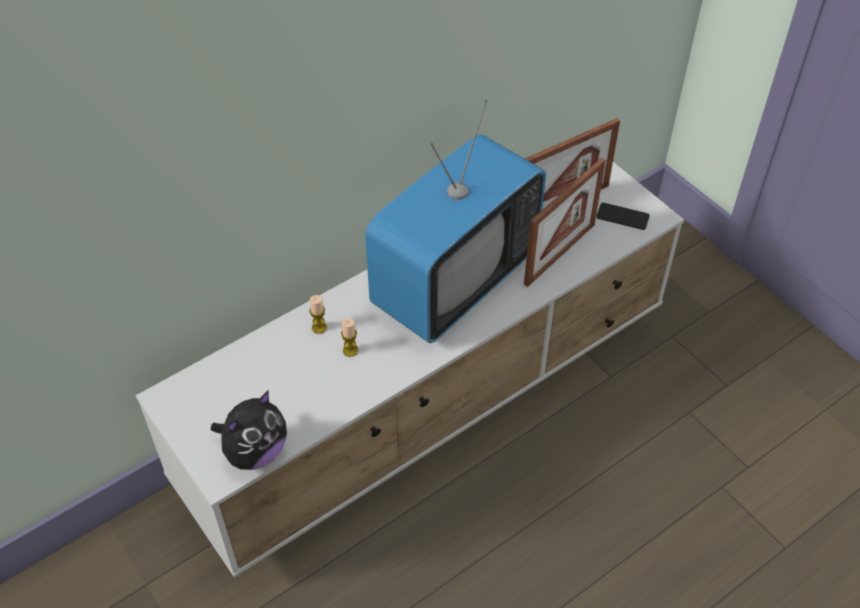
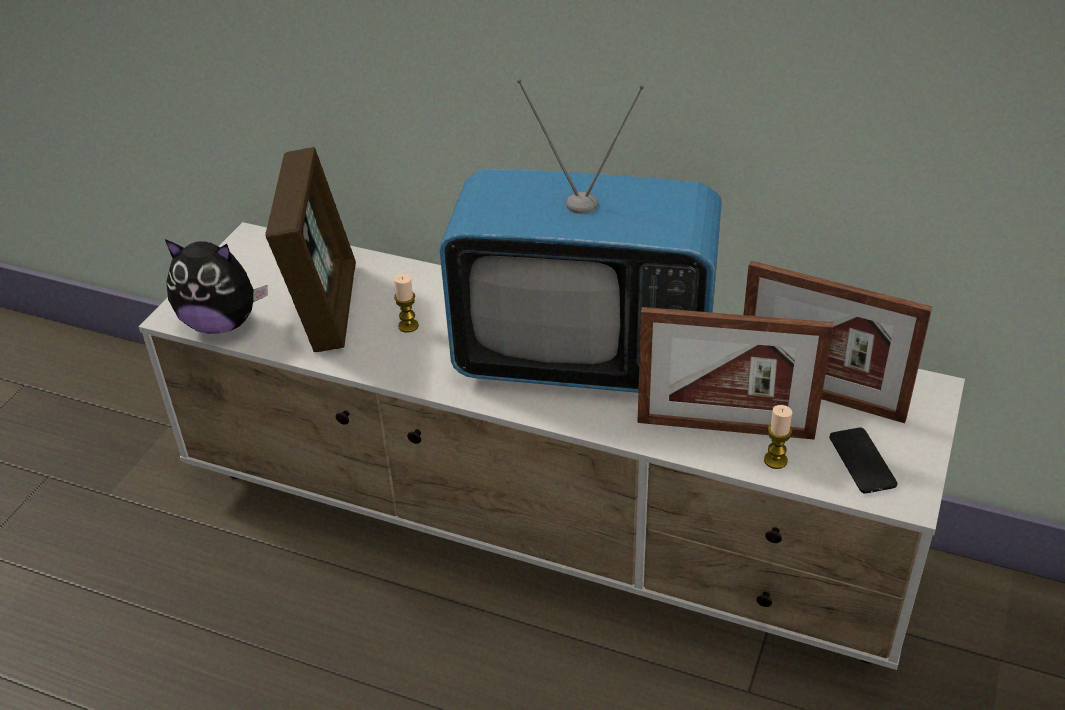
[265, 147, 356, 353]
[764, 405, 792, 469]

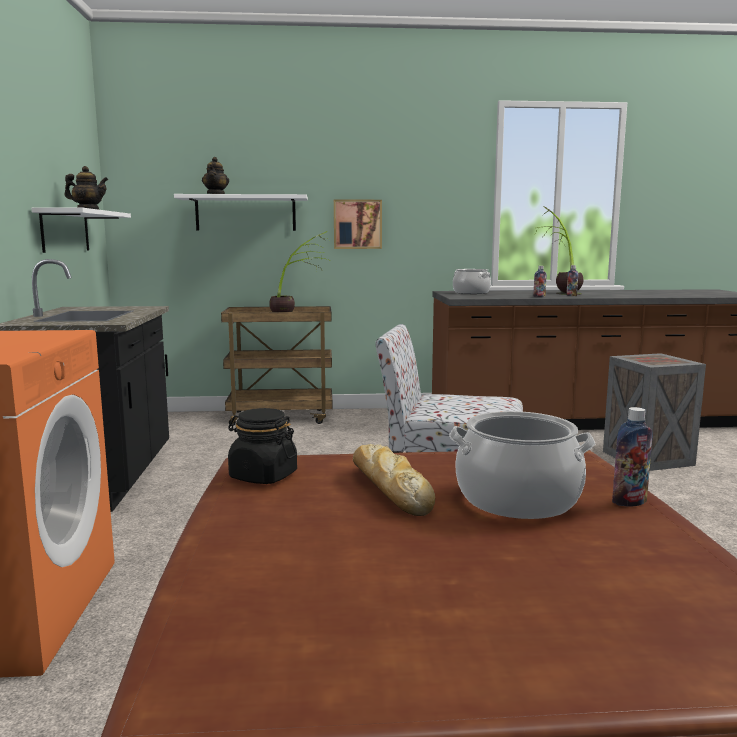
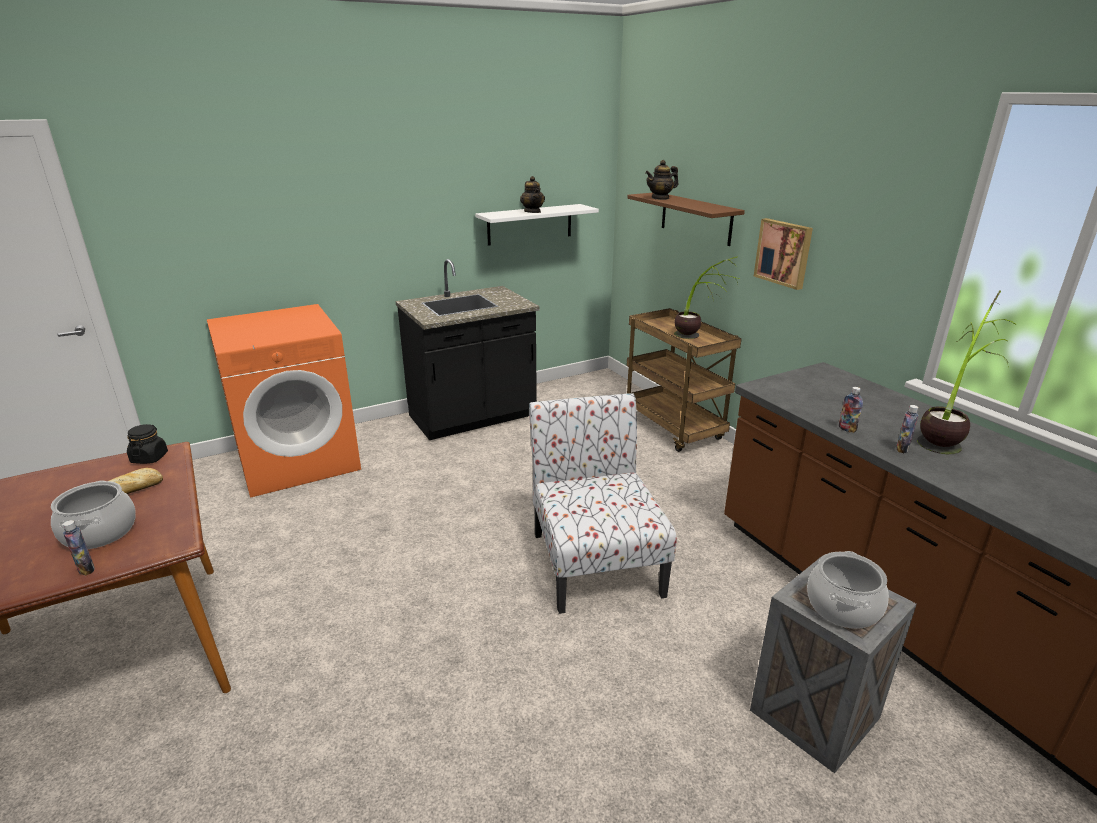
[627, 193, 745, 246]
[807, 551, 889, 629]

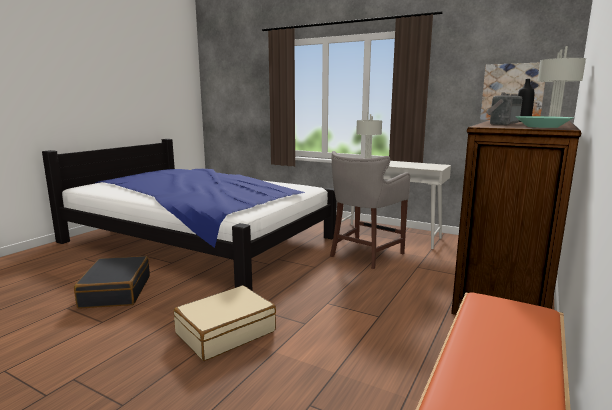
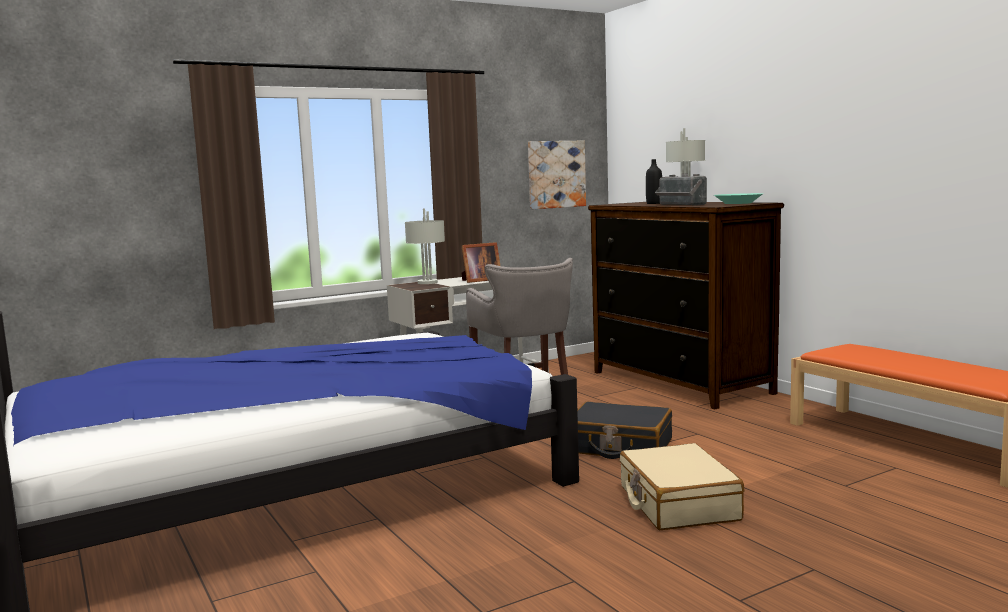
[462, 242, 500, 283]
[577, 401, 672, 459]

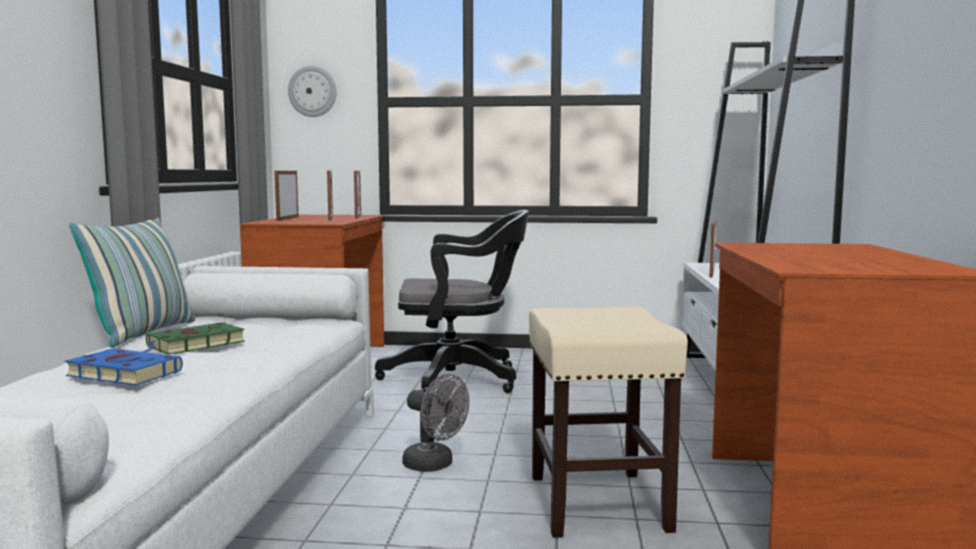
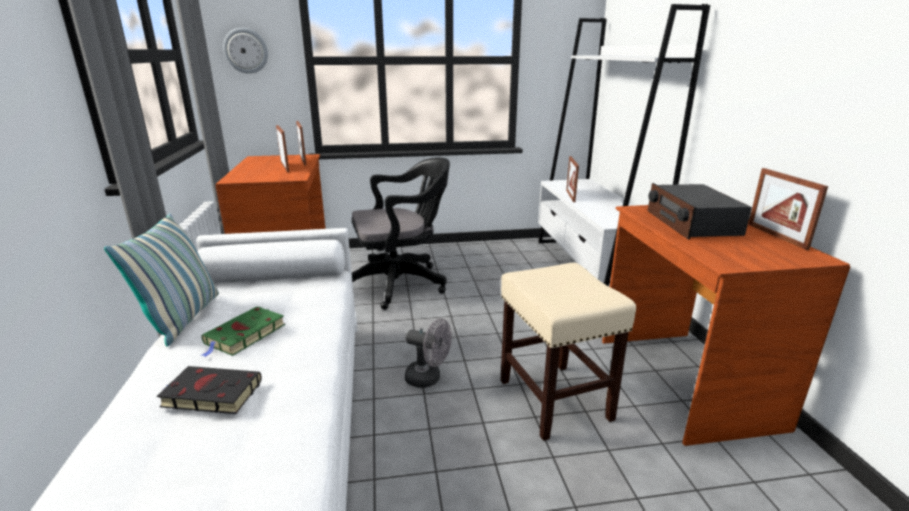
[157, 366, 261, 414]
[648, 183, 752, 240]
[748, 168, 828, 250]

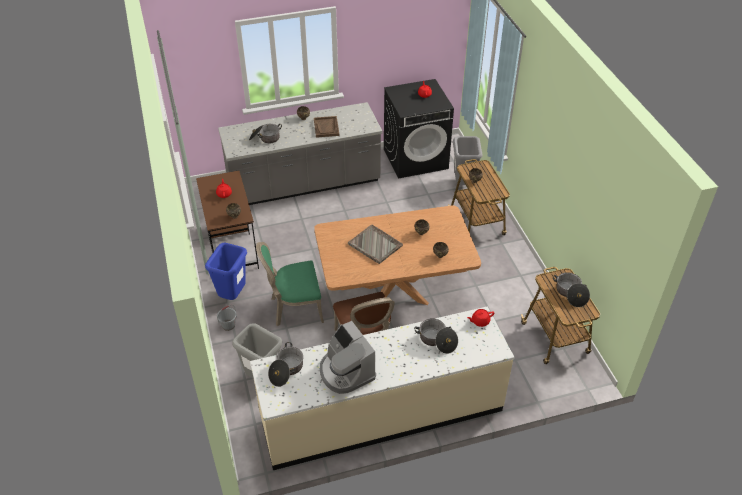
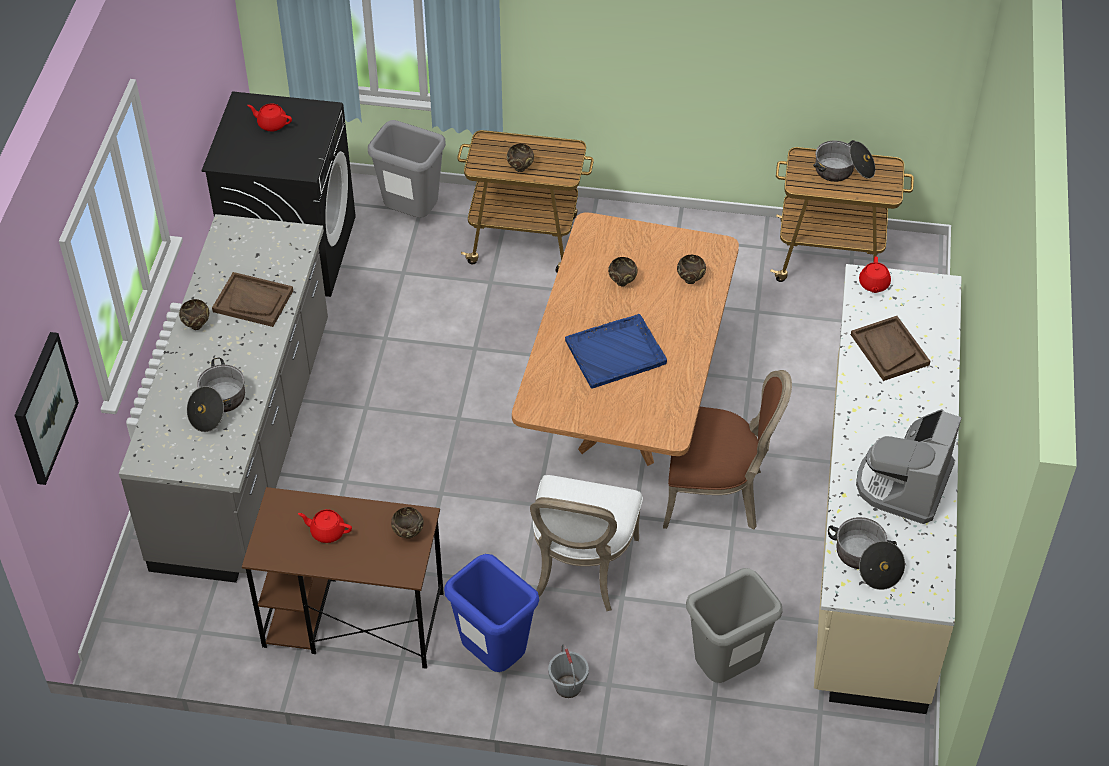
[14, 332, 79, 485]
[530, 475, 643, 611]
[565, 314, 667, 389]
[851, 316, 930, 381]
[856, 409, 962, 524]

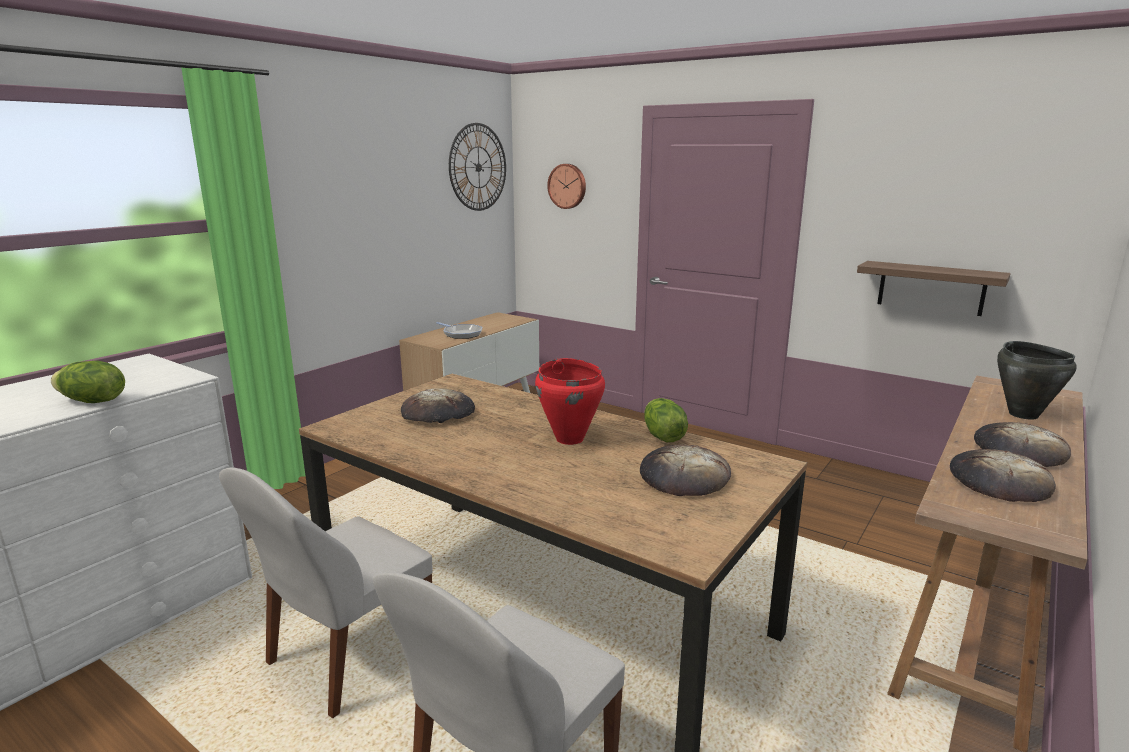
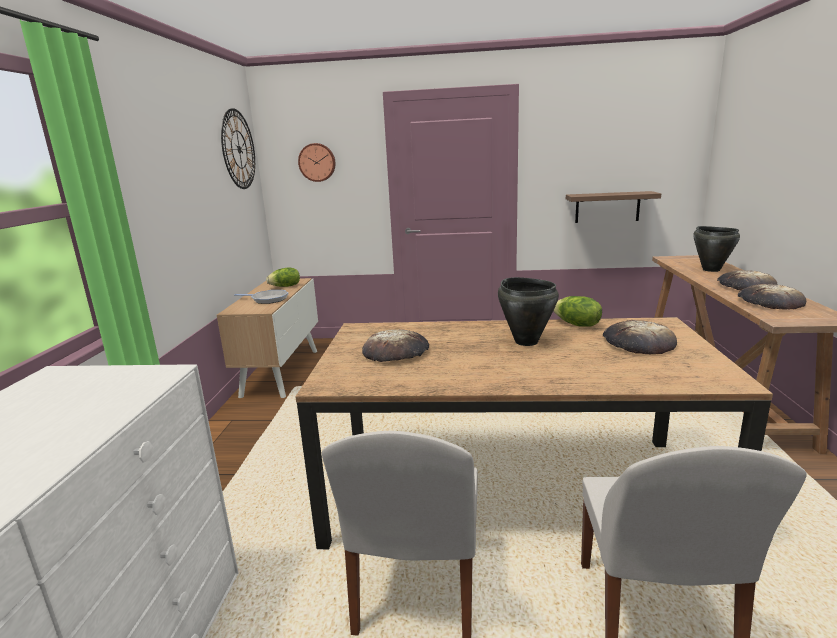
[266, 268, 300, 287]
[498, 277, 559, 346]

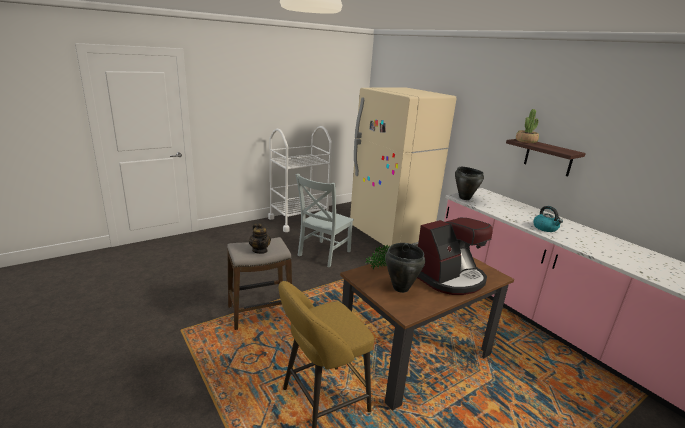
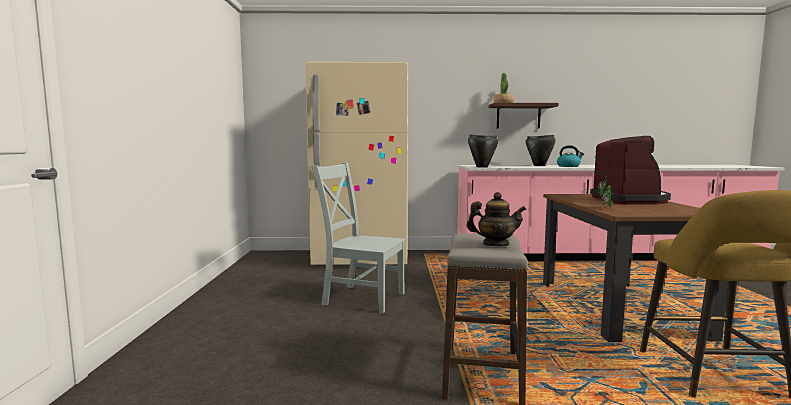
[311, 163, 405, 314]
[526, 135, 556, 166]
[268, 126, 332, 232] (first image)

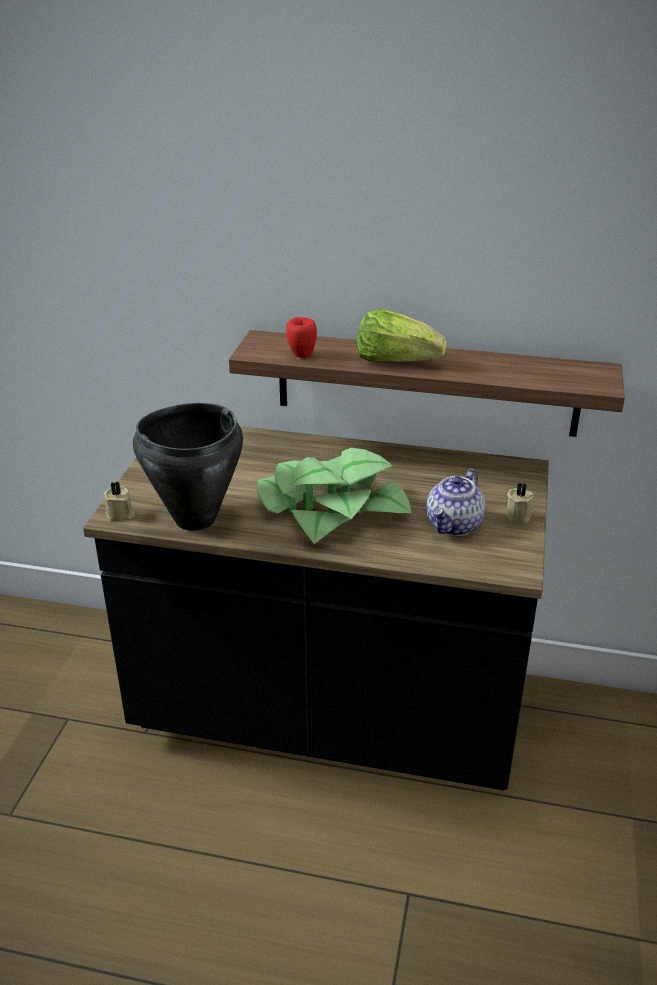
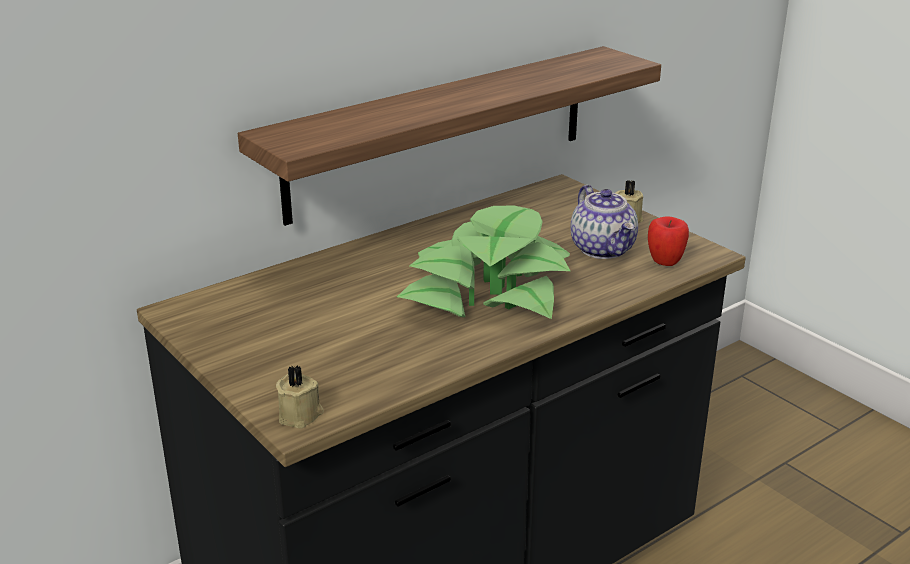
[648, 216, 689, 266]
[133, 403, 243, 531] (first image)
[357, 308, 447, 362] (first image)

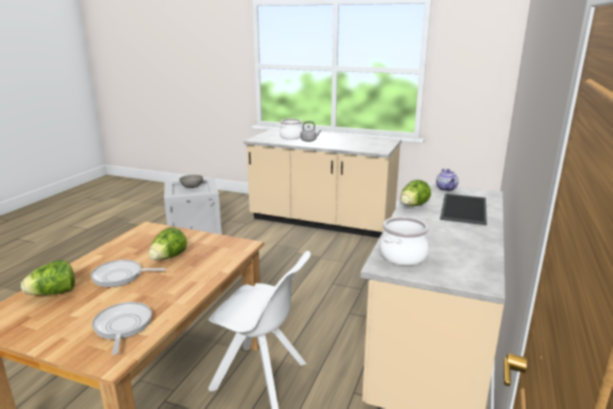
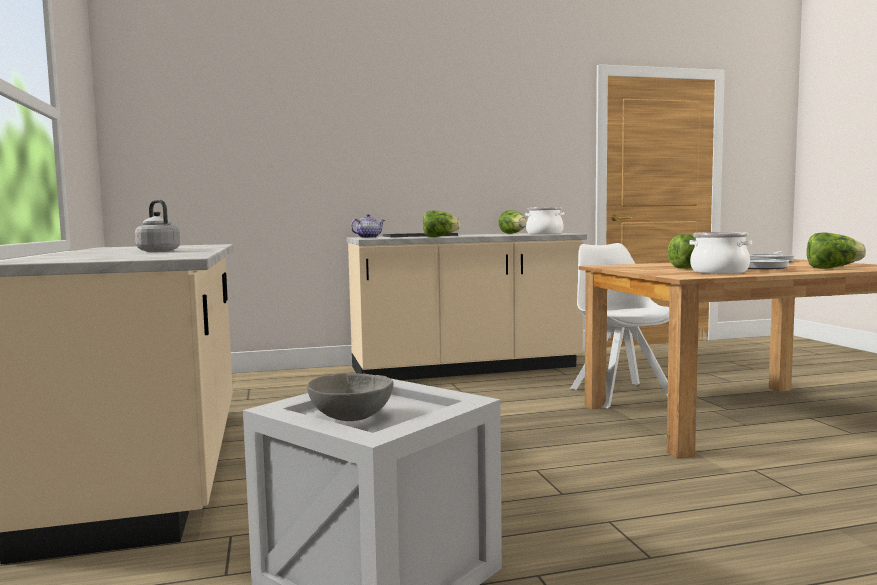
[498, 210, 527, 234]
[689, 232, 752, 274]

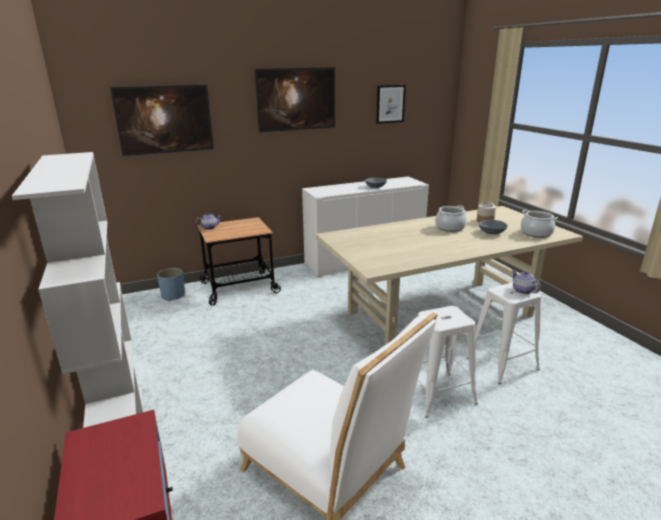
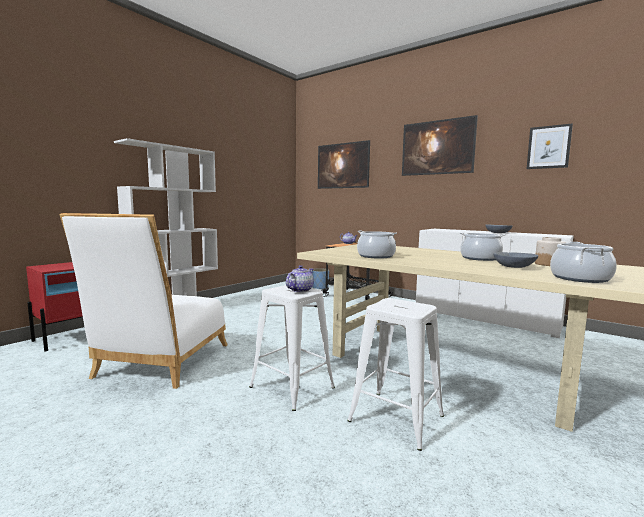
[286, 265, 314, 293]
[357, 230, 397, 259]

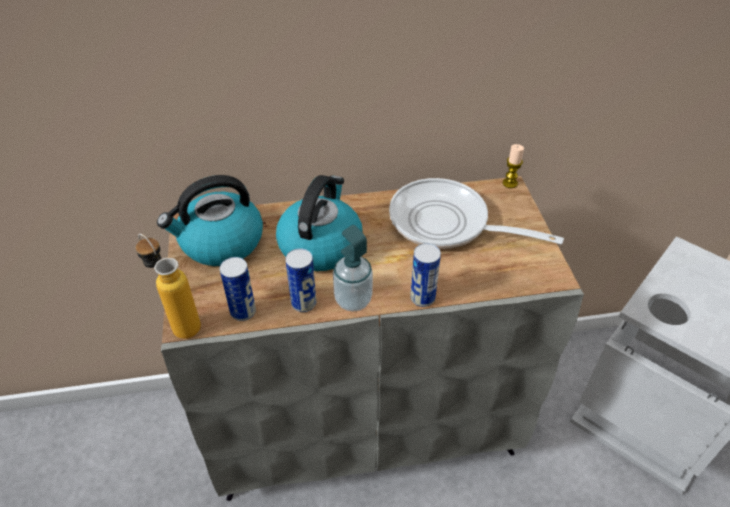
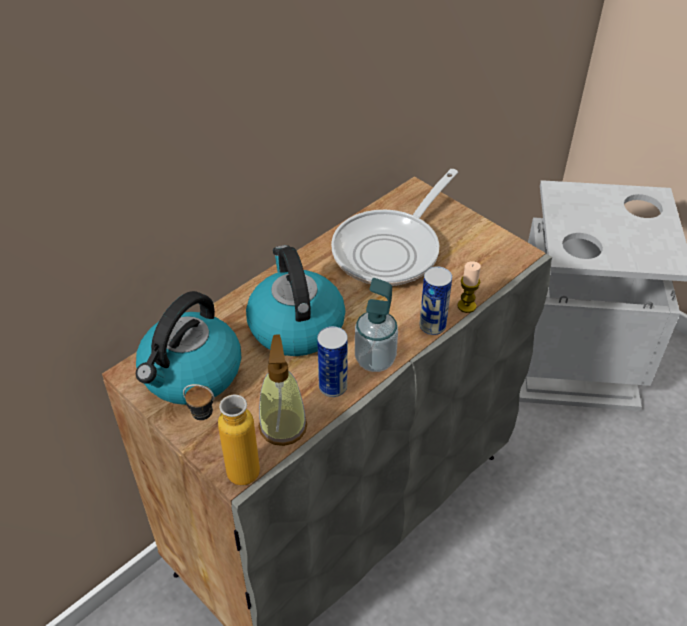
[259, 334, 307, 446]
[331, 169, 458, 286]
[457, 261, 481, 313]

